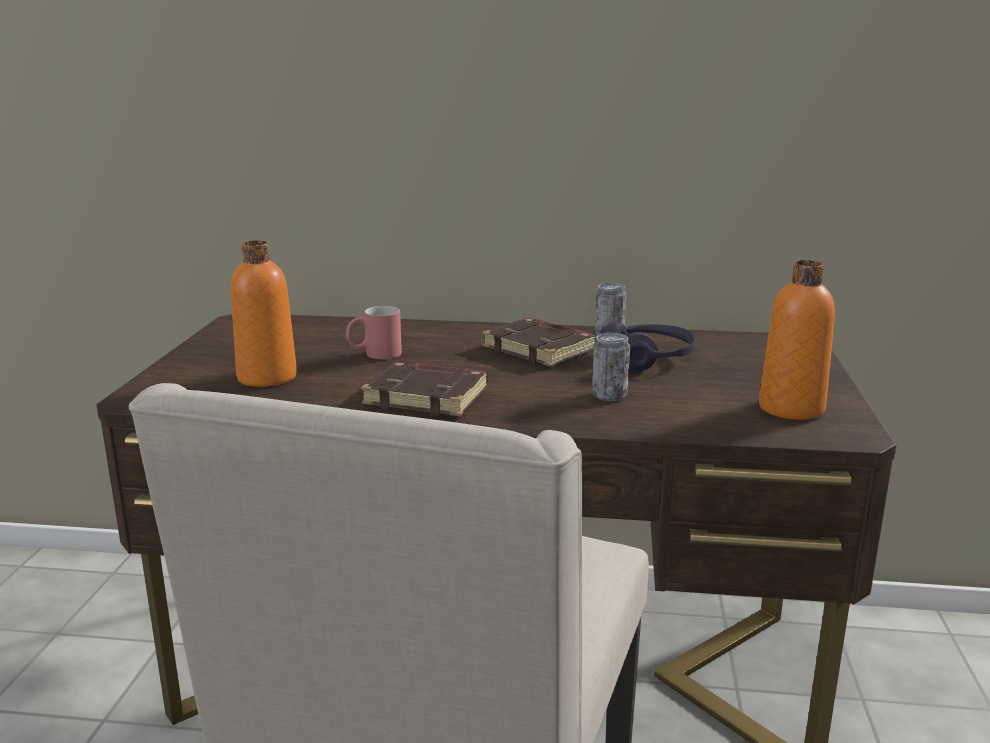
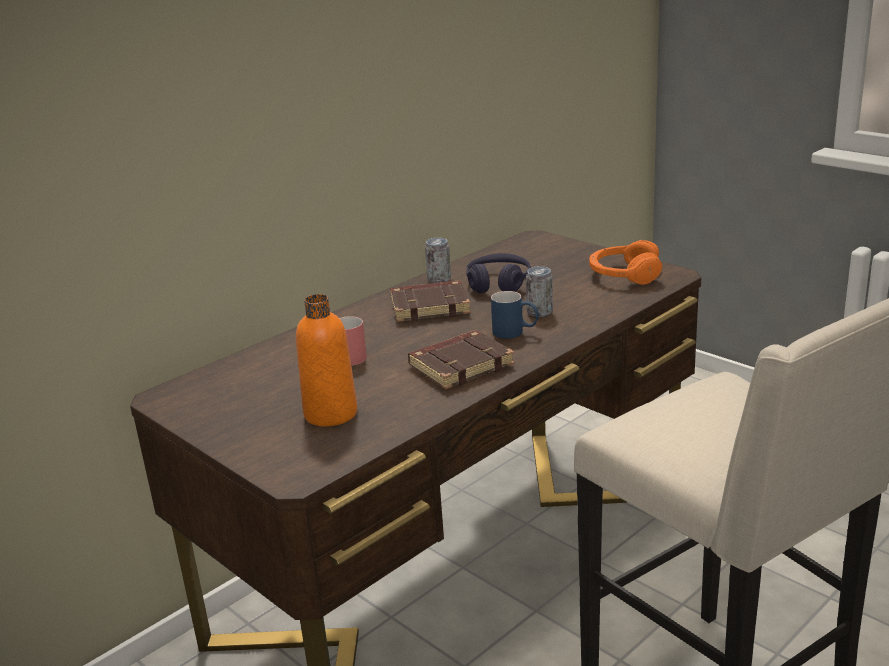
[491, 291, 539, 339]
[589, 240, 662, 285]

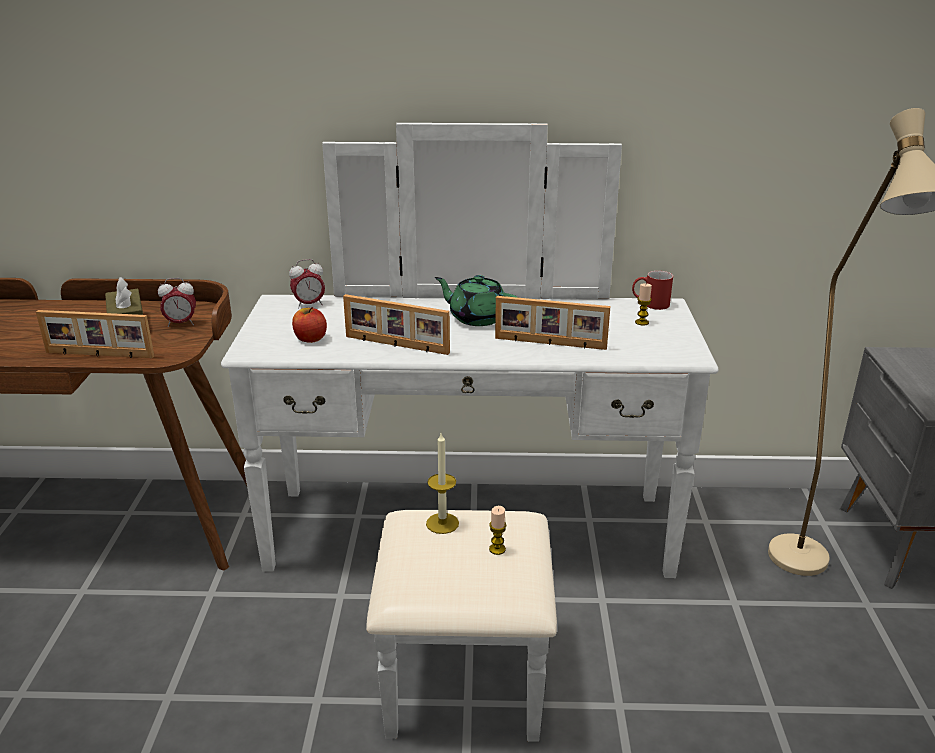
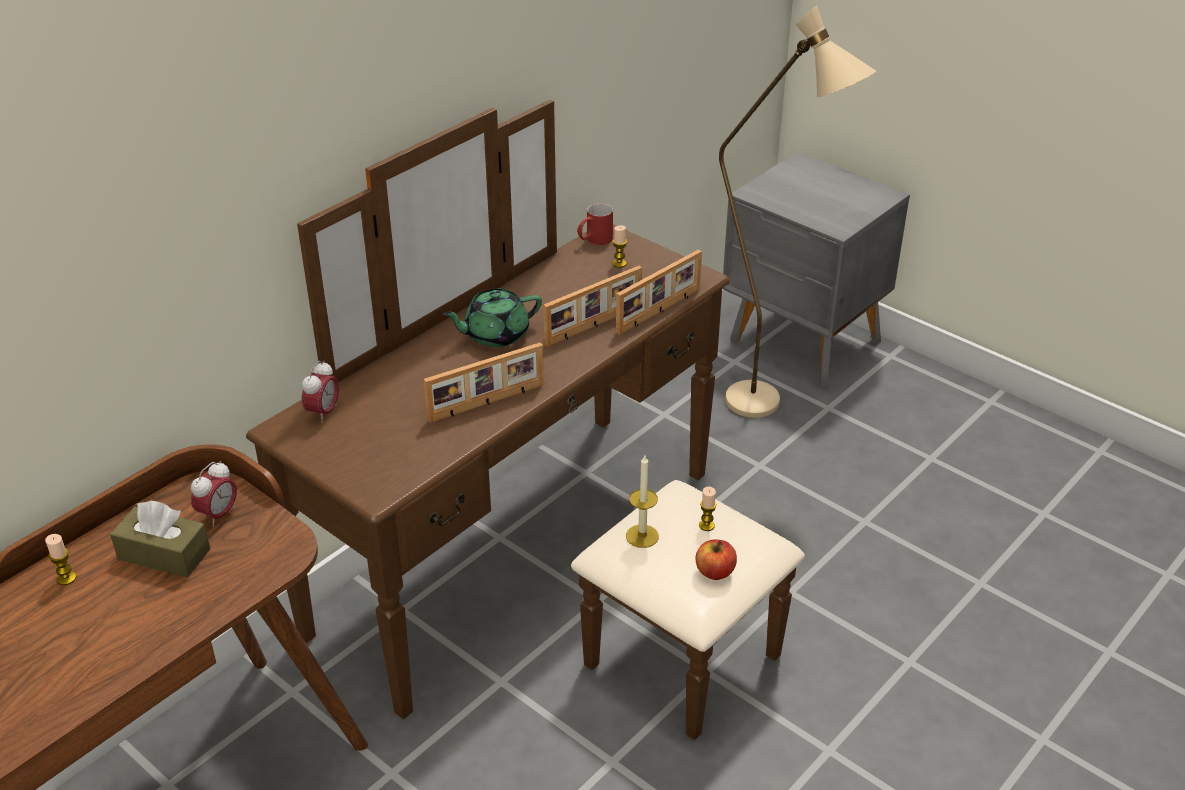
[45, 534, 76, 585]
[246, 99, 805, 740]
[616, 249, 702, 335]
[696, 540, 737, 580]

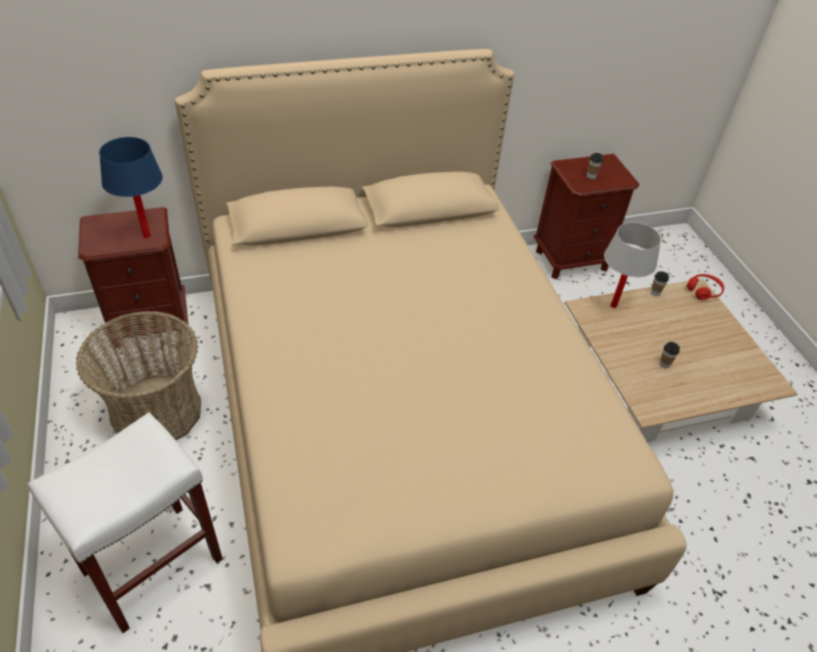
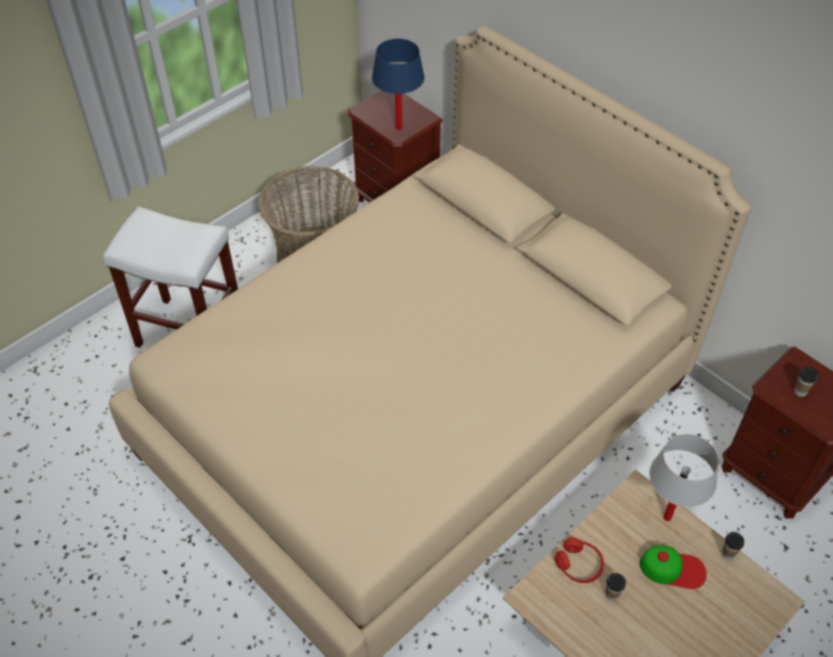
[554, 537, 604, 583]
[640, 545, 707, 589]

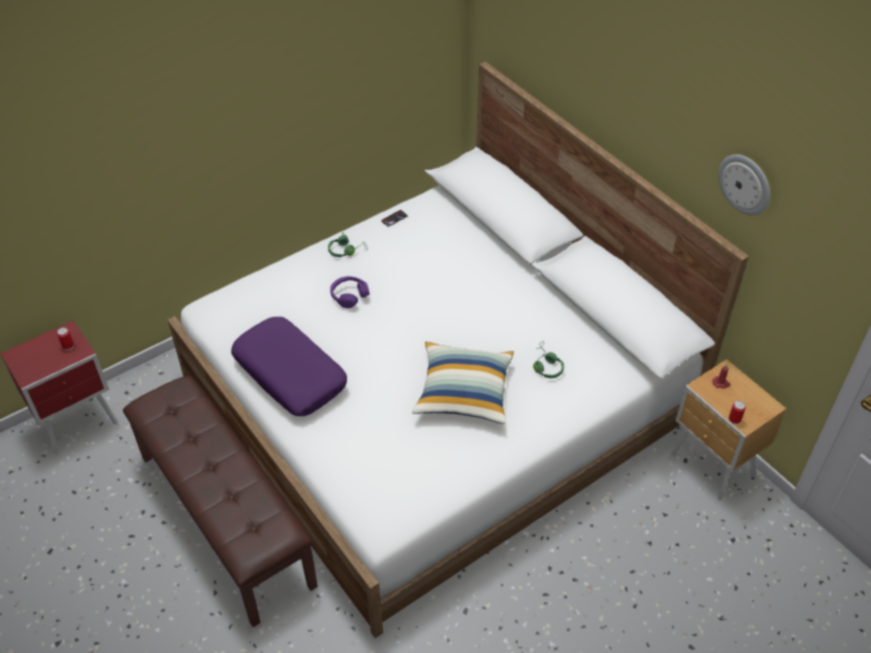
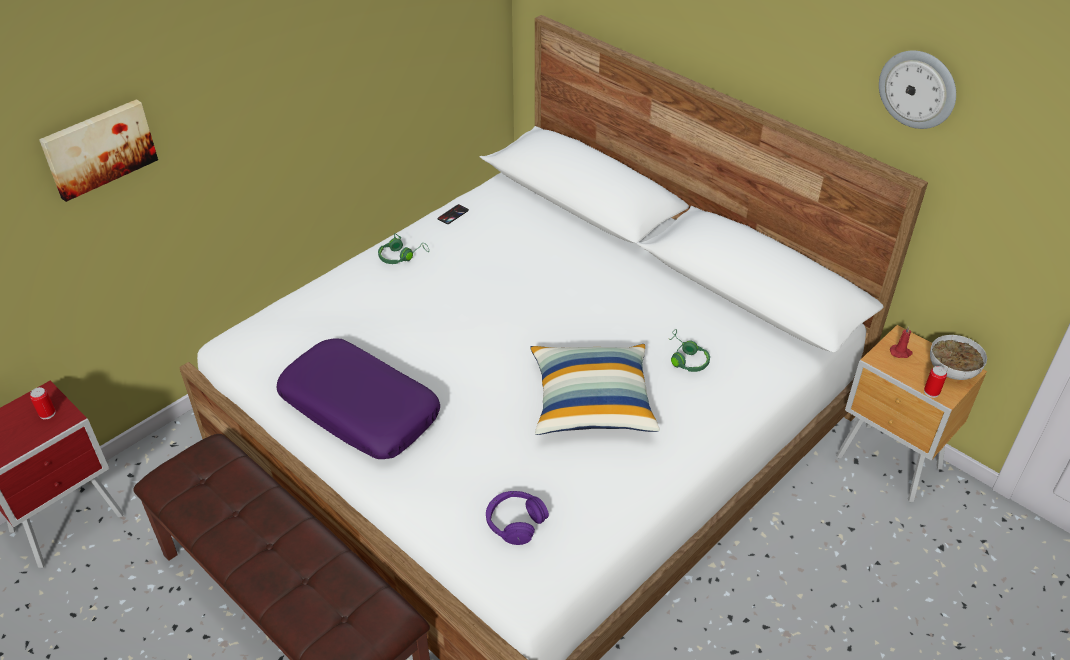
[39, 99, 158, 202]
[486, 491, 549, 545]
[930, 335, 987, 380]

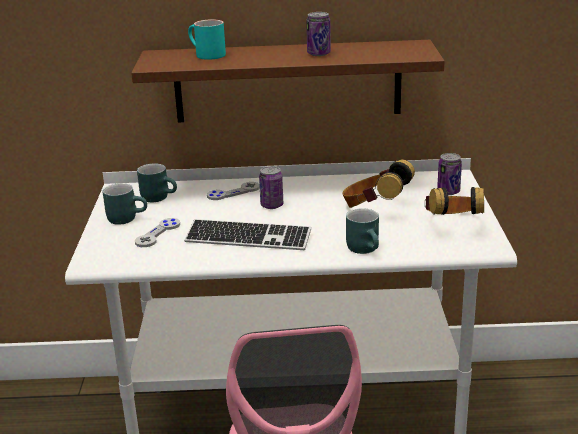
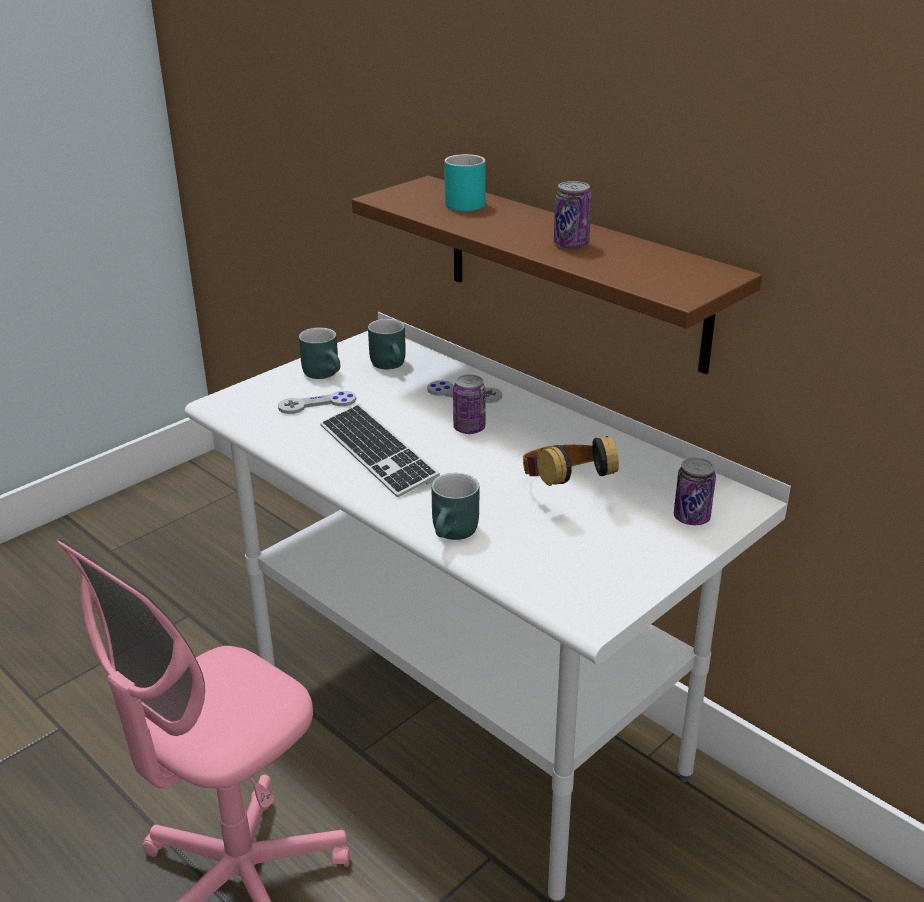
[425, 187, 484, 215] (first image)

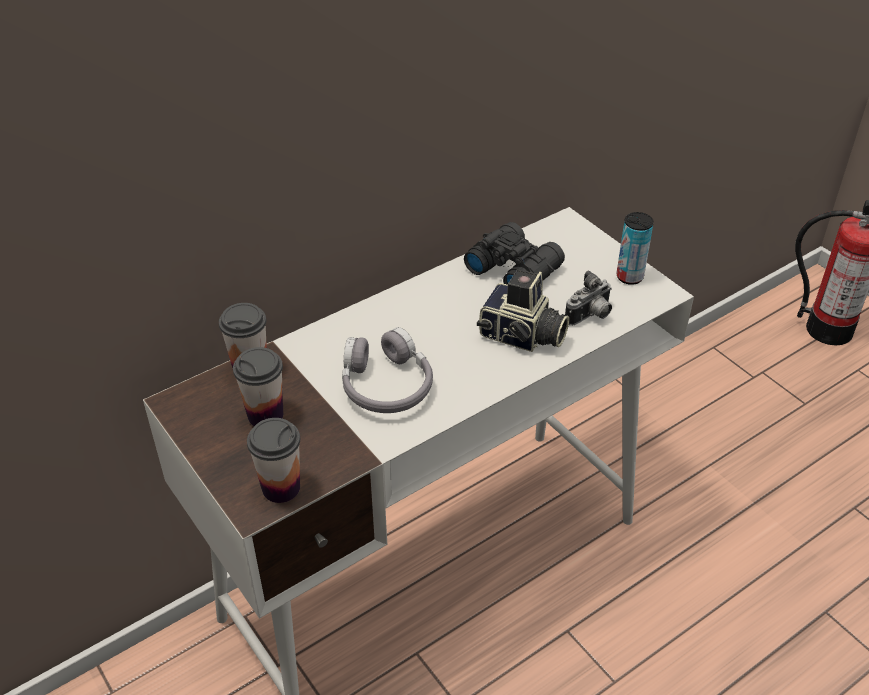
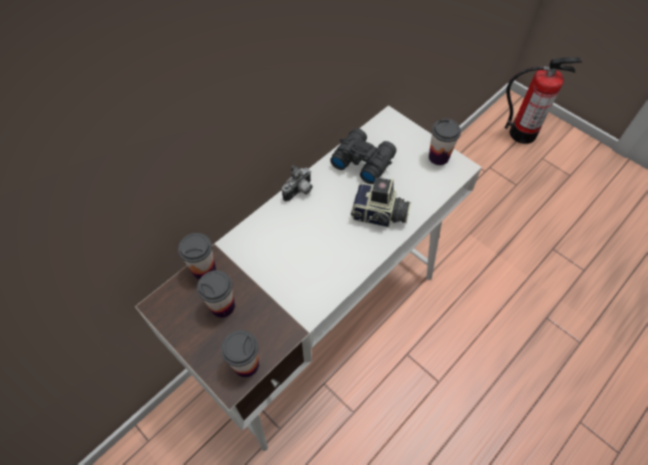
[282, 165, 313, 202]
[429, 119, 461, 165]
[342, 327, 433, 413] (first image)

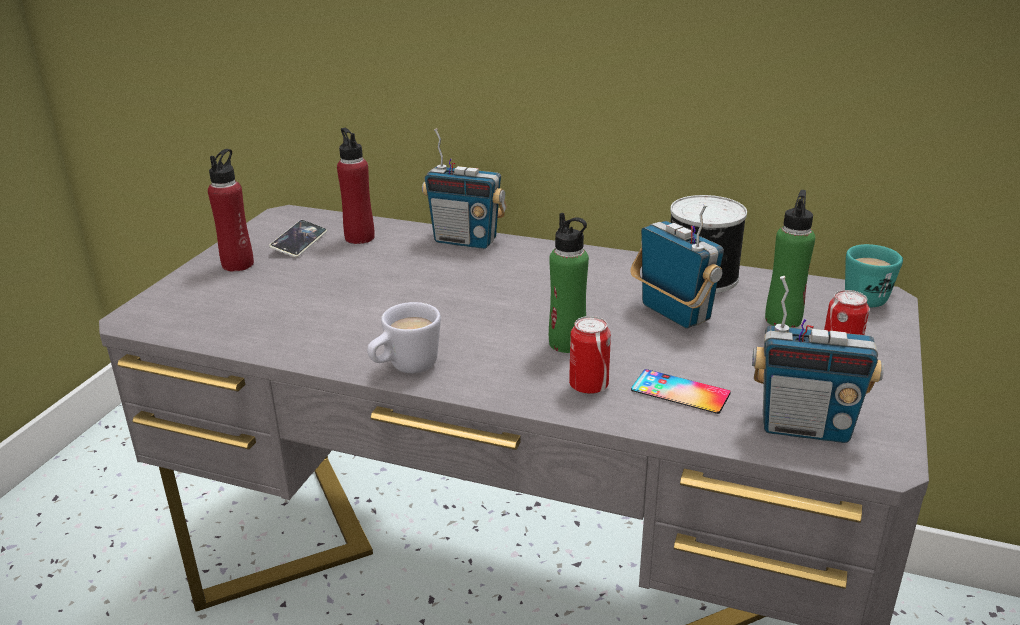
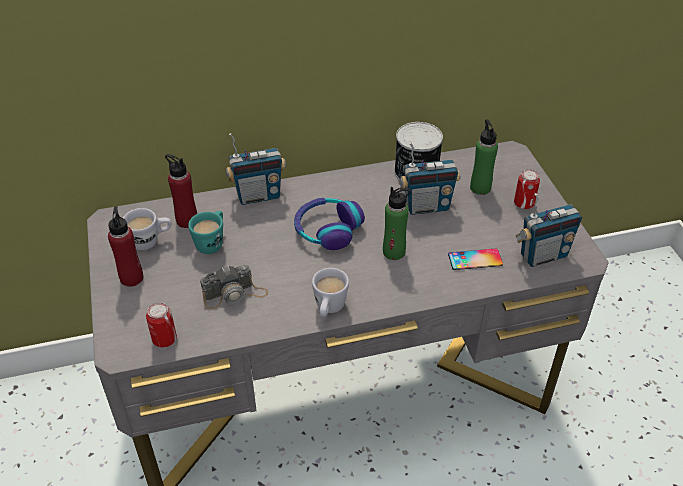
[123, 208, 172, 250]
[146, 302, 177, 347]
[188, 211, 223, 254]
[200, 265, 268, 309]
[294, 198, 365, 250]
[399, 142, 461, 215]

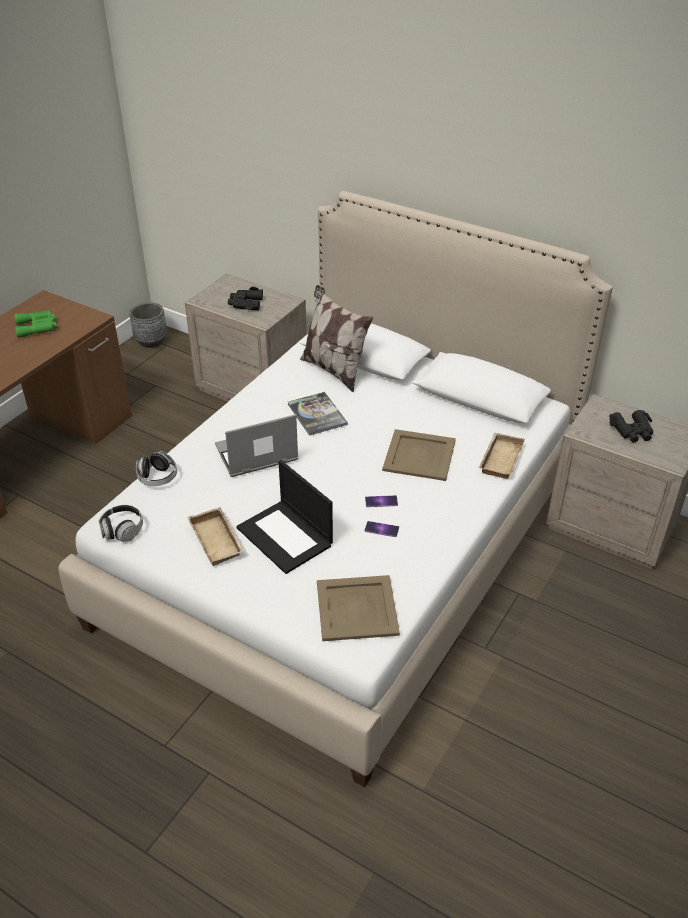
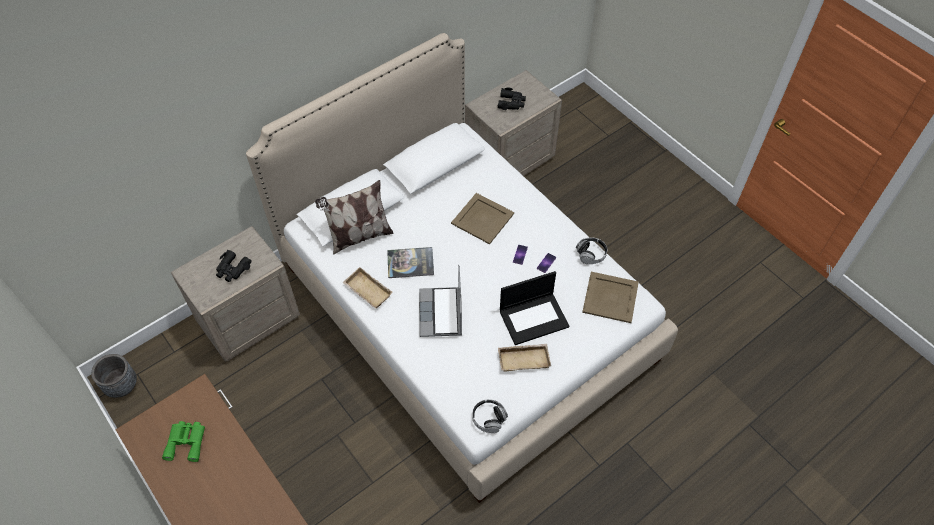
[343, 267, 392, 308]
[576, 238, 607, 264]

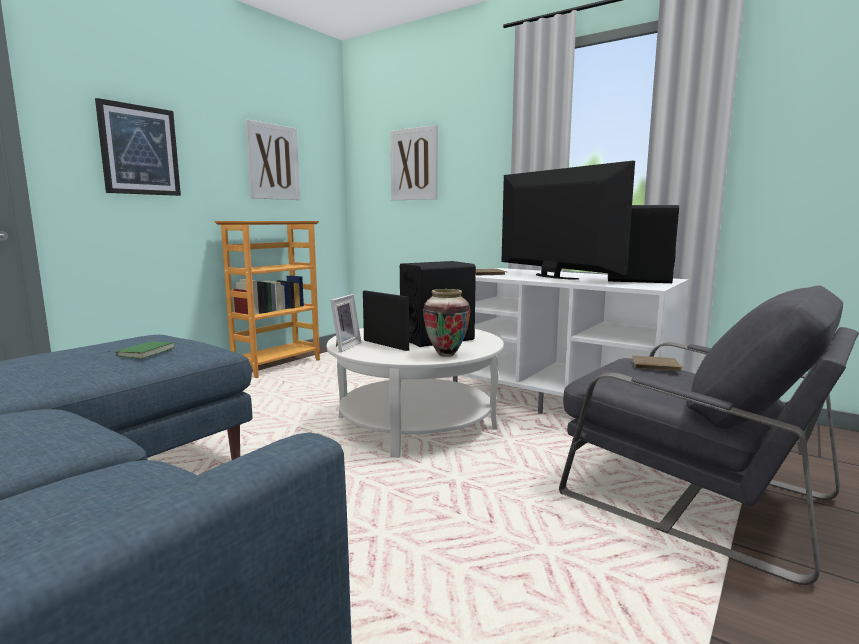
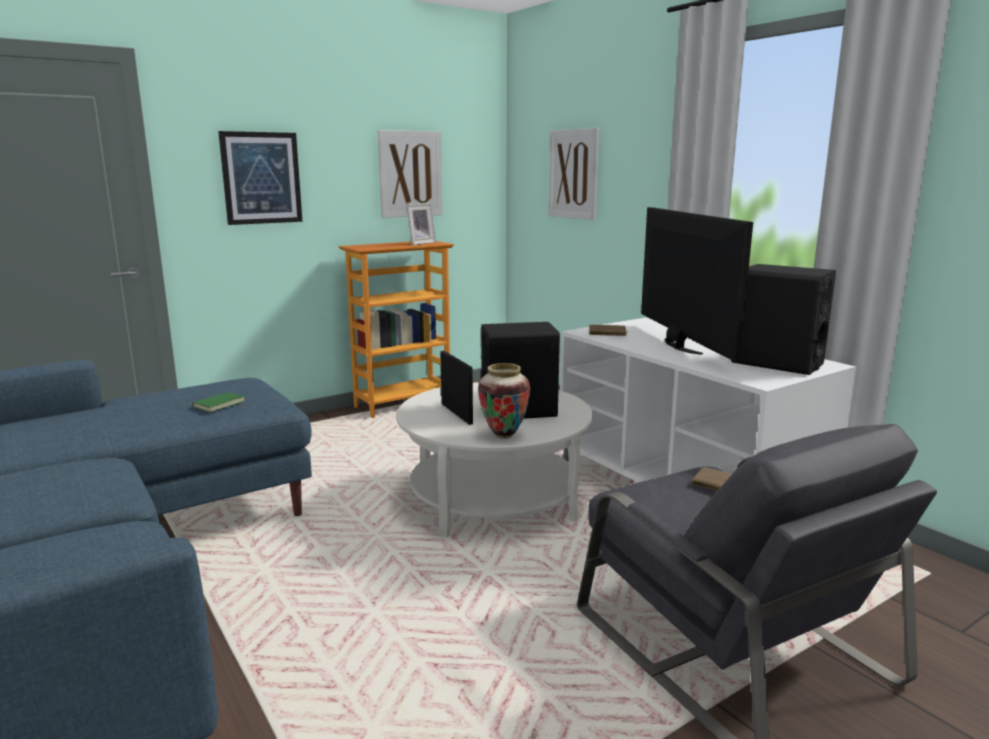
[406, 203, 436, 245]

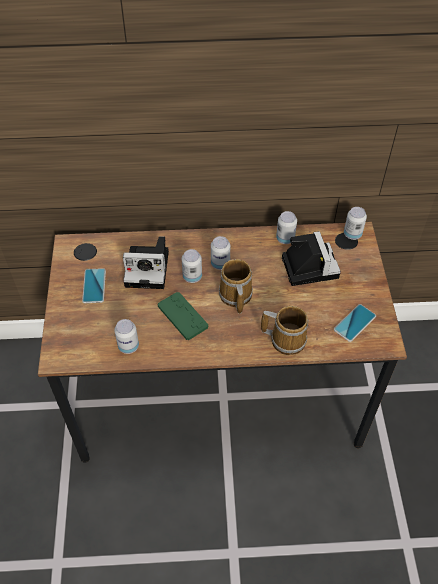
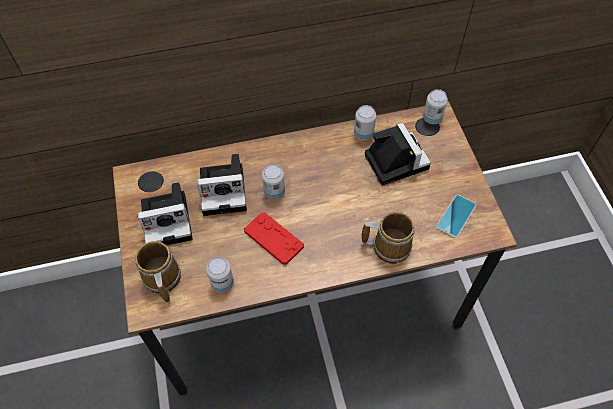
[135, 241, 181, 302]
[137, 182, 193, 246]
[244, 212, 304, 265]
[211, 236, 230, 270] (first image)

